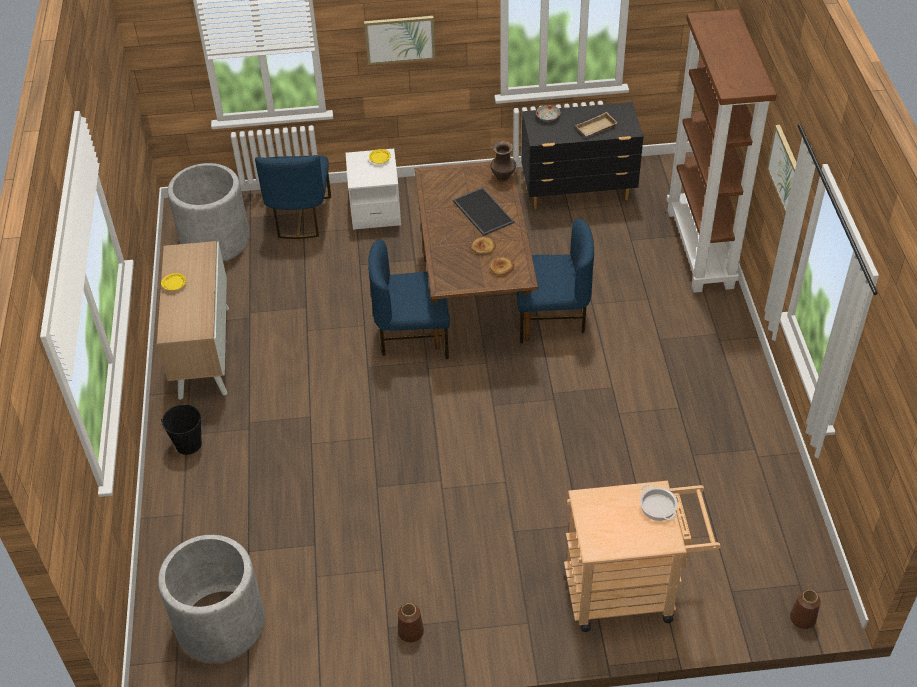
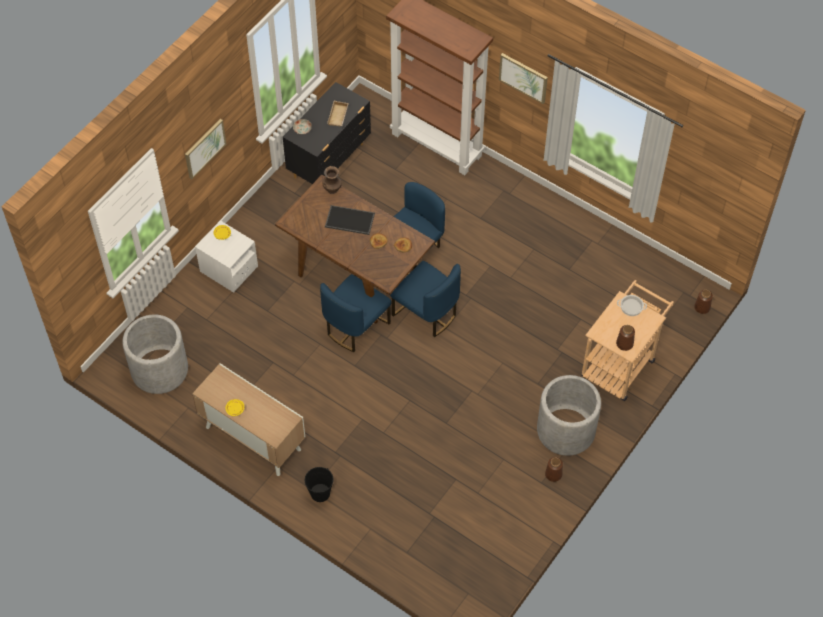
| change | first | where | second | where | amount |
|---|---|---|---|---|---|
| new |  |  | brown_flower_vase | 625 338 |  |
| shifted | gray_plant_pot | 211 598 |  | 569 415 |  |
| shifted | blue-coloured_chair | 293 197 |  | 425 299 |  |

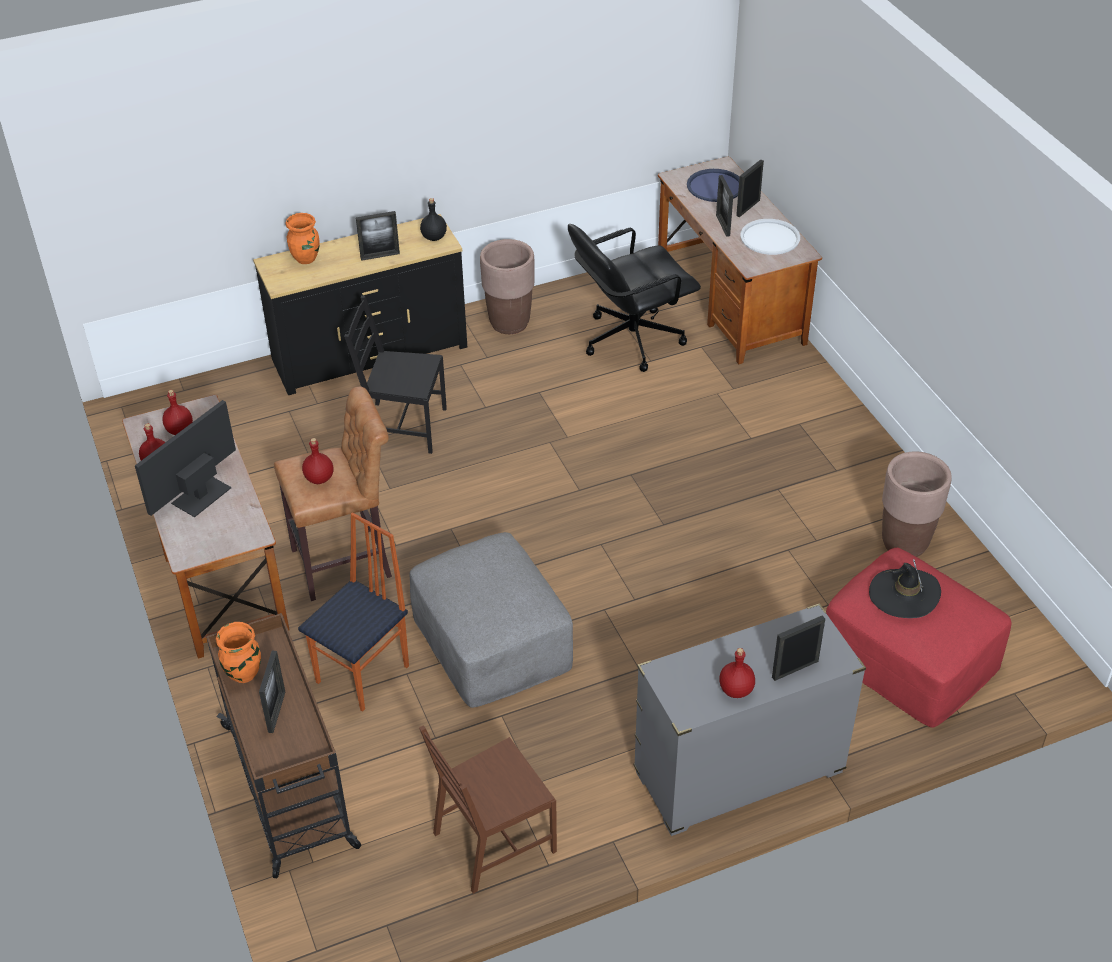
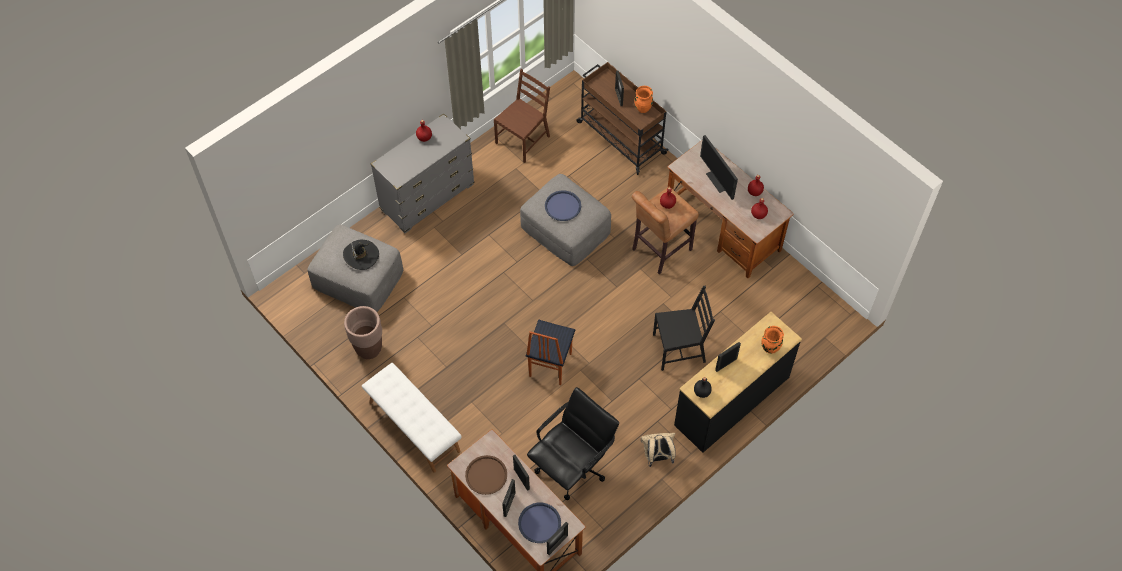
| change | first | where | second | where | amount |
|---|---|---|---|---|---|
| new |  |  | whitish_indoor_bench | 412 418 |  |
| new |  |  | blue-coloured_serving_tray | 563 205 |  |
| shifted | chair | 353 612 |  | 550 352 |  |
| shifted | standing_frame | 798 648 |  | 557 538 |  |
| swapped | brown_plant_pot | 507 286 | beige_rucksack | 658 450 |  |
| repainted | whitish_serving_tray | 770 237 | brown_serving_tray | 486 475 |  |
| repainted | red_ottoman | 919 638 | gray_ottoman | 355 268 |  |
| rotated | computer_display | 185 458 |  | 719 167 | 135 degrees clockwise |

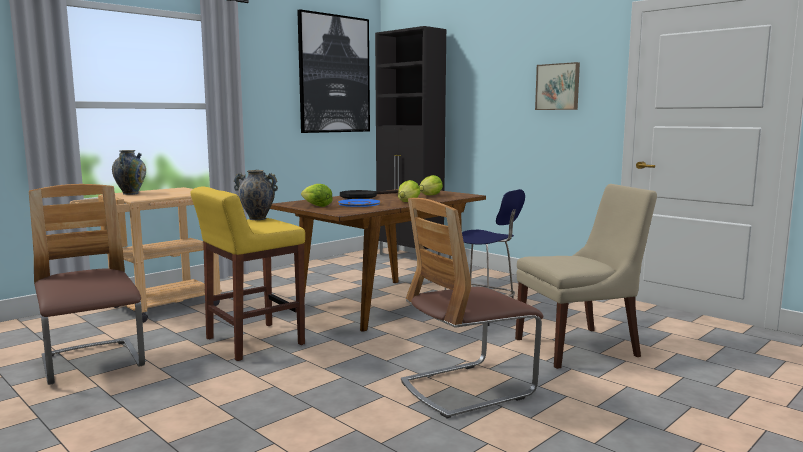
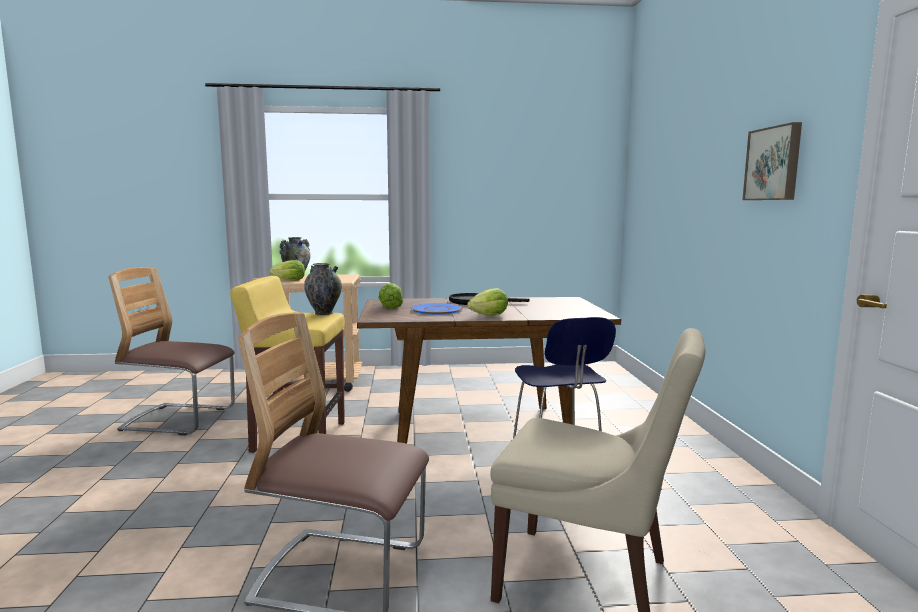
| change | first | where | second | where | amount |
|---|---|---|---|---|---|
| gone | picture | 333 71 |  |  |  |
| gone | blackish_storage_cabinet | 410 141 |  |  |  |
| shifted | lettuce | 431 185 |  | 287 270 |  |
| rotated | chair | 87 284 |  | 171 351 | 90 degrees counterclockwise |

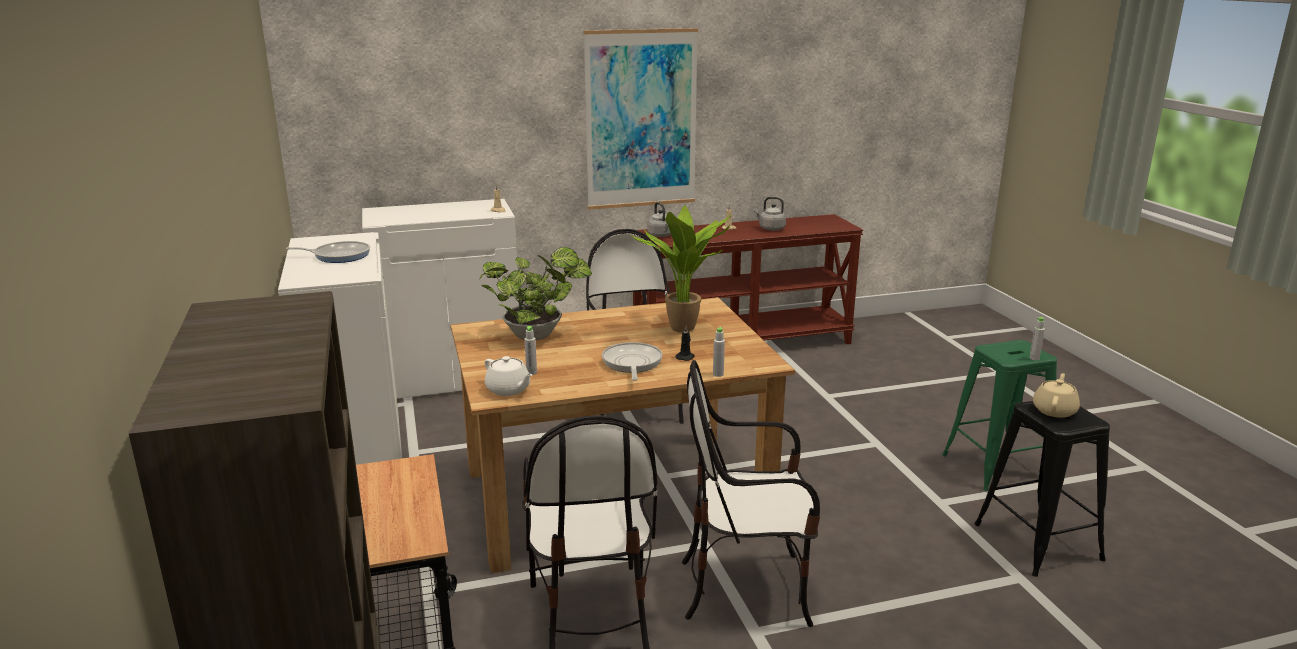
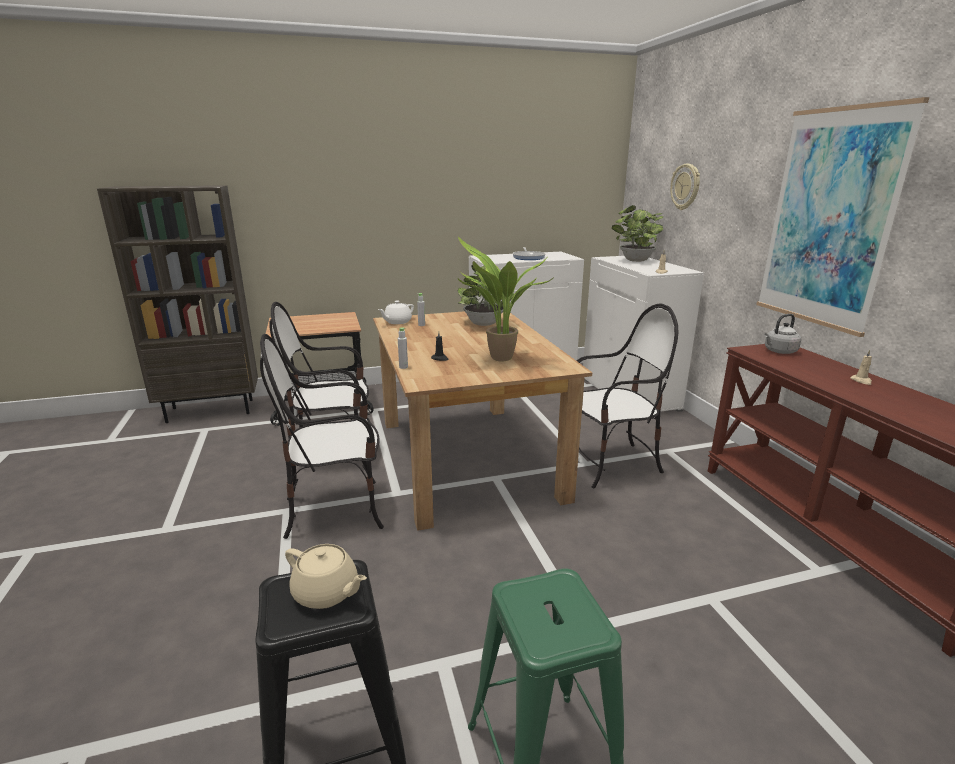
| change | first | where | second | where | amount |
|---|---|---|---|---|---|
| gone | frying_pan | 632 361 |  |  |  |
| gone | gray_water_kettle | 770 214 |  |  |  |
| gone | gray_bottle | 1037 338 |  |  |  |
| new |  |  | plant_in_a_pot | 637 233 |  |
| new |  |  | wall_clock | 685 187 |  |
| rotated | chair | 751 493 |  | 322 436 | 105 degrees counterclockwise |

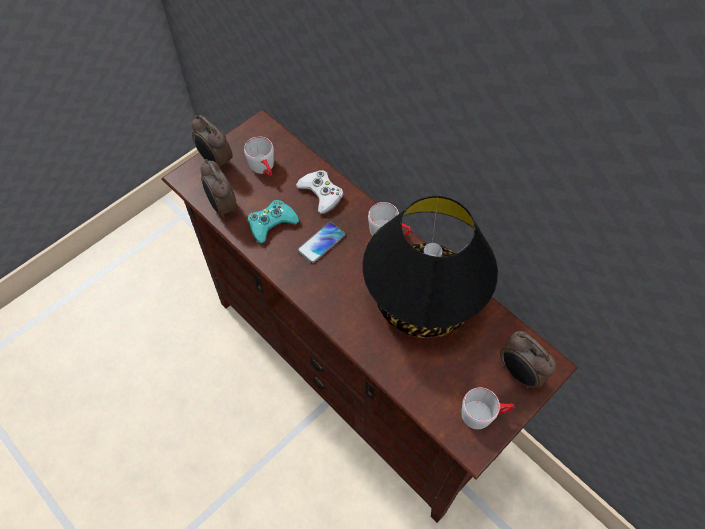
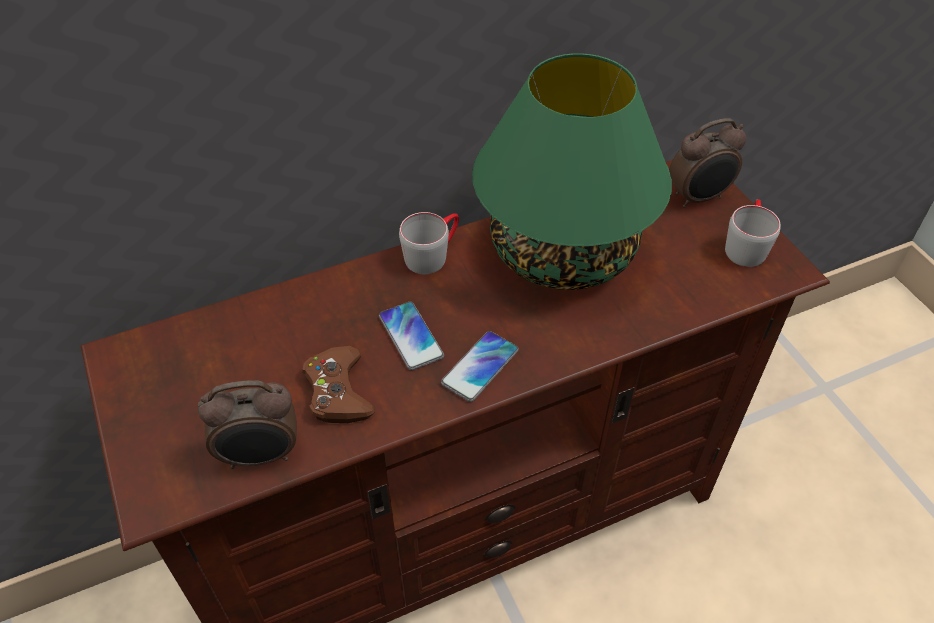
| change | first | where | second | where | amount |
|---|---|---|---|---|---|
| gone | bedside_clock | 212 141 |  |  |  |
| gone | gray_tea_mug | 259 156 |  |  |  |
| gone | whitish_game_controller | 319 192 |  |  |  |
| new |  |  | telephone | 480 366 |  |
| repainted | blue-green_game_controller | 273 221 | brown_game_controller | 338 384 |  |
| repainted | blackish_lamp_for_a_table | 430 267 | greenish_lamp_for_a_table | 572 171 |  |

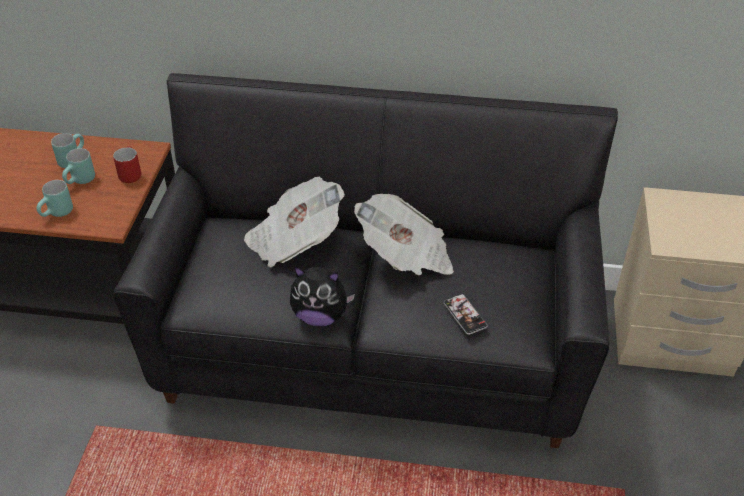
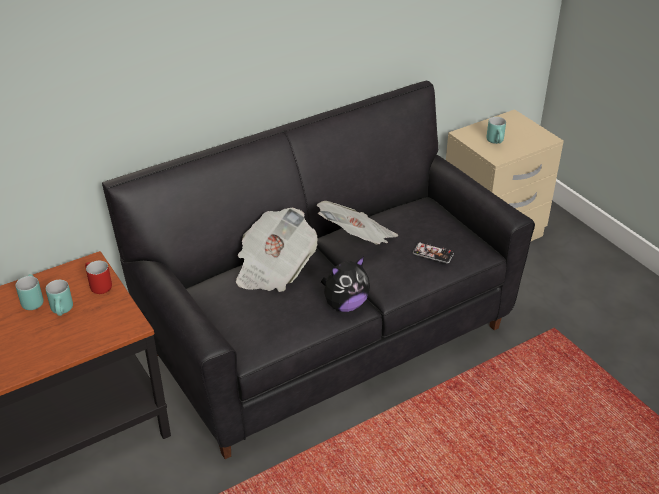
| change | first | where | second | where | amount |
|---|---|---|---|---|---|
| shifted | blue-green_tea_mug | 55 198 |  | 496 130 |  |

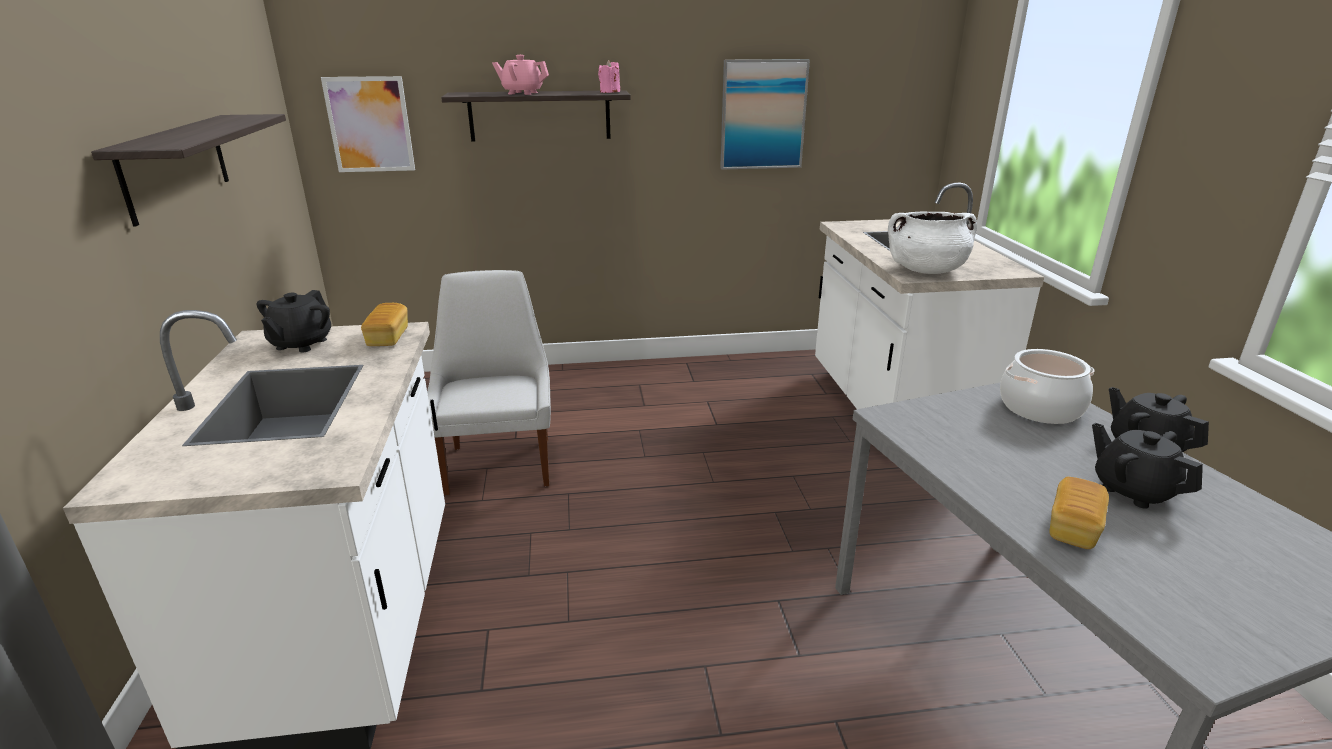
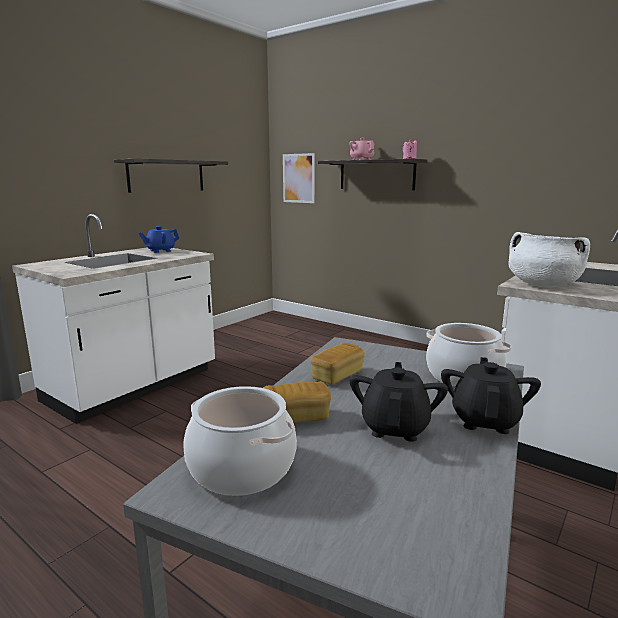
| change | first | where | second | where | amount |
|---|---|---|---|---|---|
| gone | whitish_chair | 489 382 |  |  |  |
| gone | picture | 765 114 |  |  |  |
| new |  |  | cooking_pot | 240 441 |  |
| shifted | bakery_bread | 384 324 |  | 338 364 |  |
| repainted | blackish_pot_for_tea | 294 321 | blue-coloured_pot_for_tea | 159 239 |  |

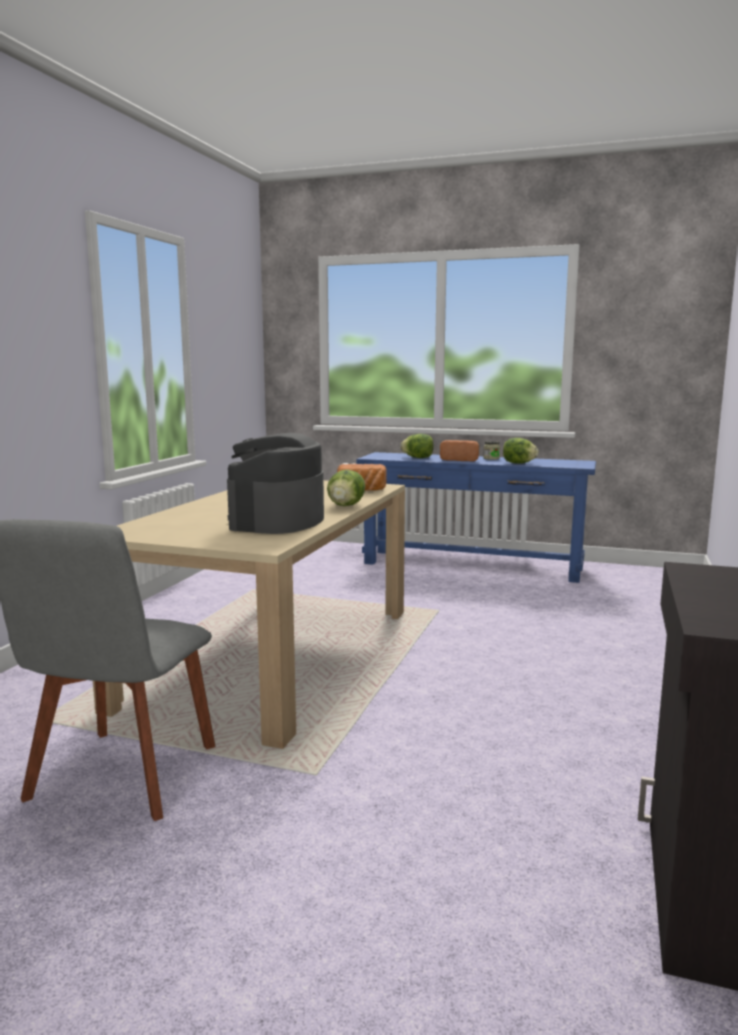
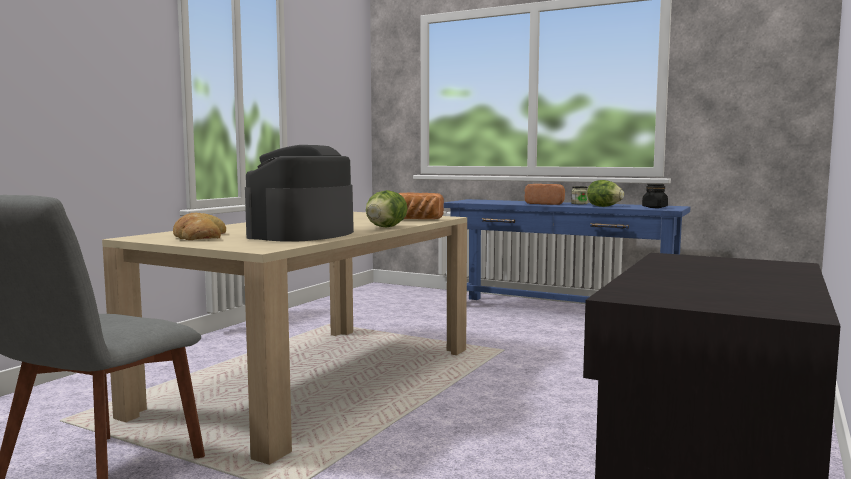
| change | first | where | second | where | amount |
|---|---|---|---|---|---|
| gone | lettuce | 417 446 |  |  |  |
| new |  |  | bakery_bread | 199 226 |  |
| new |  |  | blackish_preserve_jar | 655 196 |  |

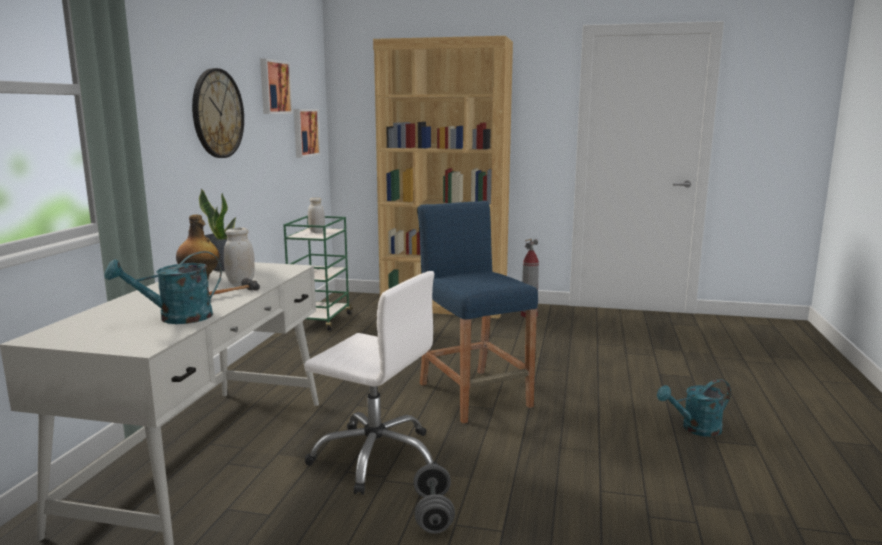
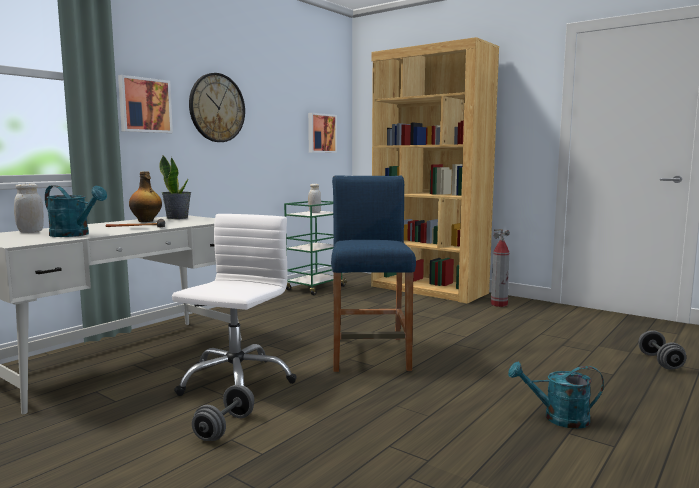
| change | first | where | second | where | amount |
|---|---|---|---|---|---|
| new |  |  | gray_free_weight | 662 350 |  |
| shifted | whitish_preserve_jar | 239 255 |  | 29 208 |  |
| shifted | picture | 276 86 |  | 145 104 |  |
| rotated | blue-green_watering_pot | 163 287 |  | 76 211 | 150 degrees counterclockwise |
| rotated | whitish_desk_chair | 371 383 |  | 234 305 | 120 degrees counterclockwise |

